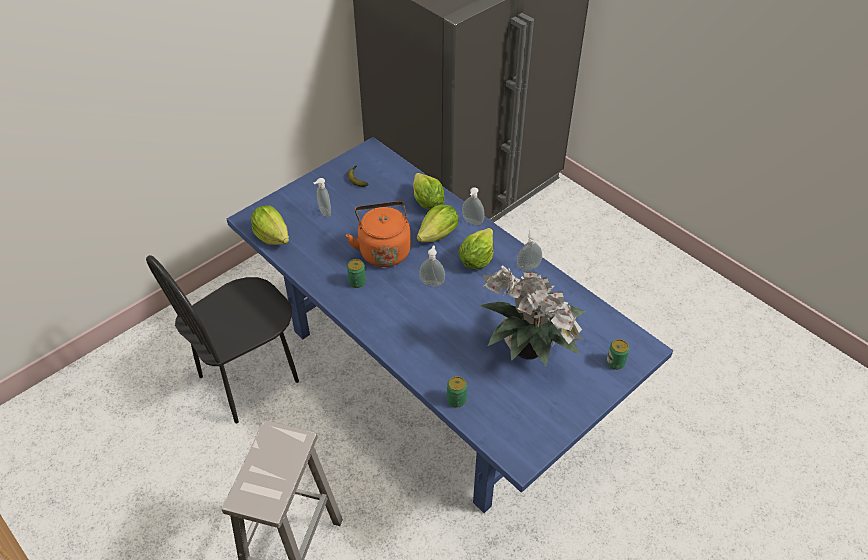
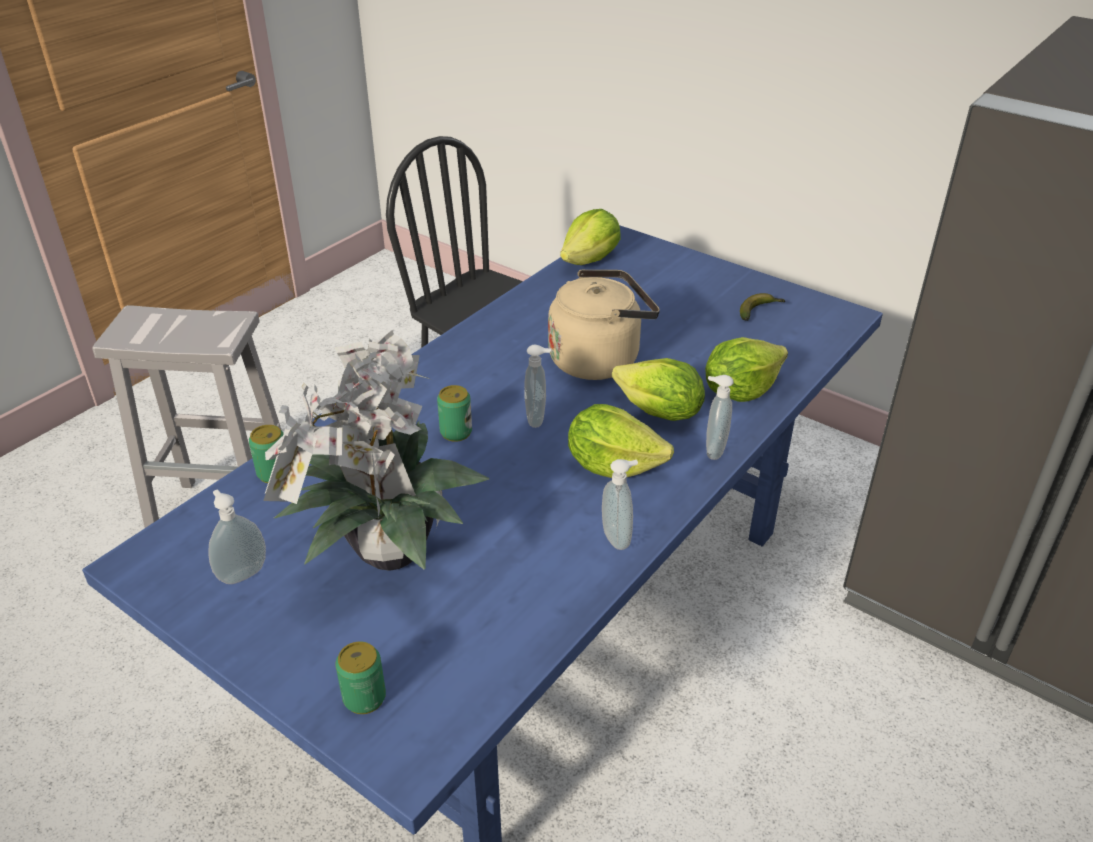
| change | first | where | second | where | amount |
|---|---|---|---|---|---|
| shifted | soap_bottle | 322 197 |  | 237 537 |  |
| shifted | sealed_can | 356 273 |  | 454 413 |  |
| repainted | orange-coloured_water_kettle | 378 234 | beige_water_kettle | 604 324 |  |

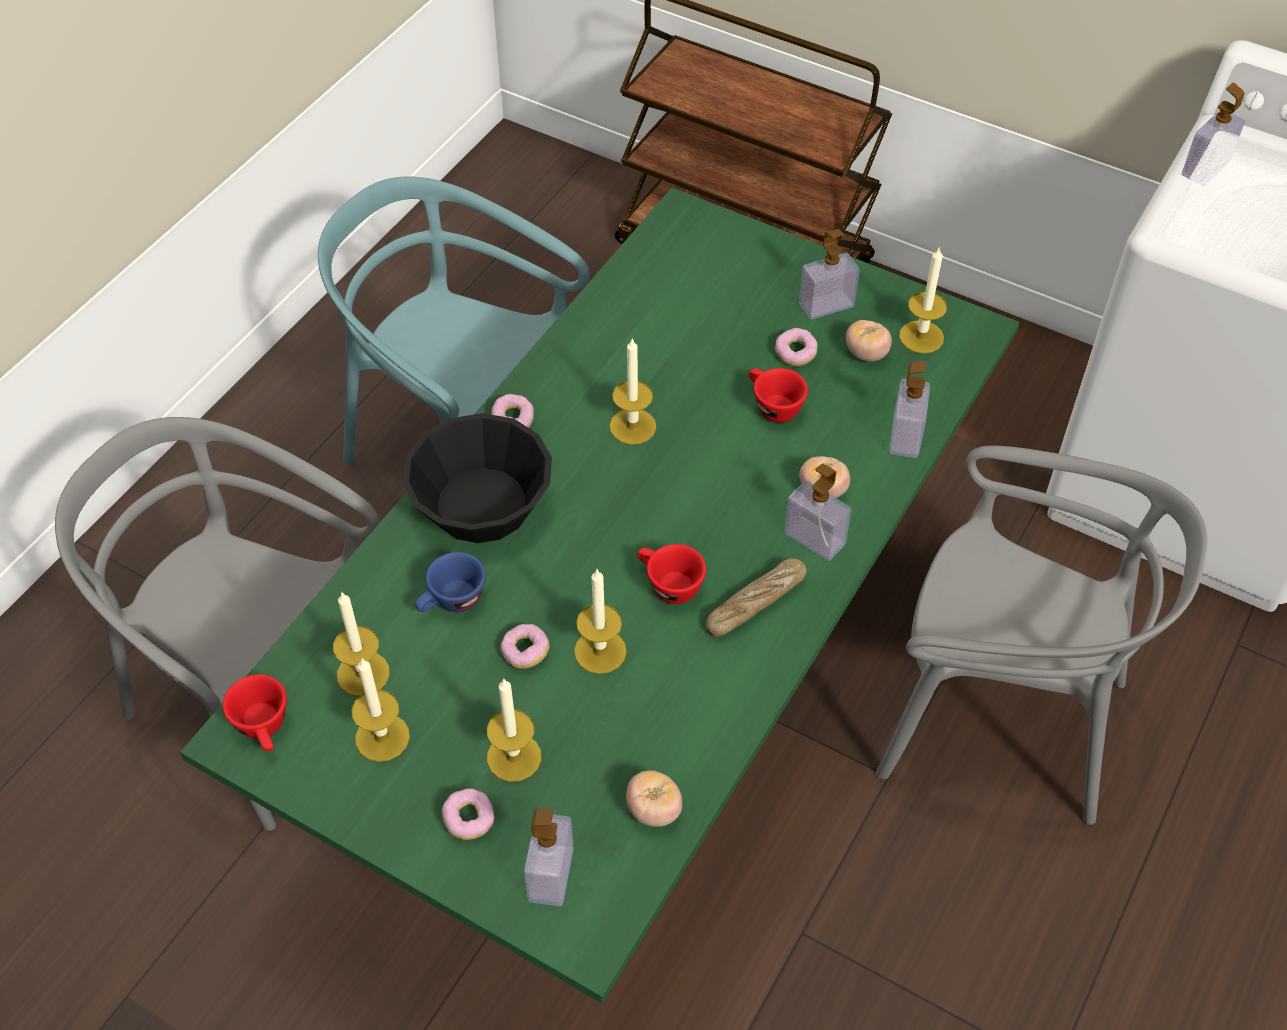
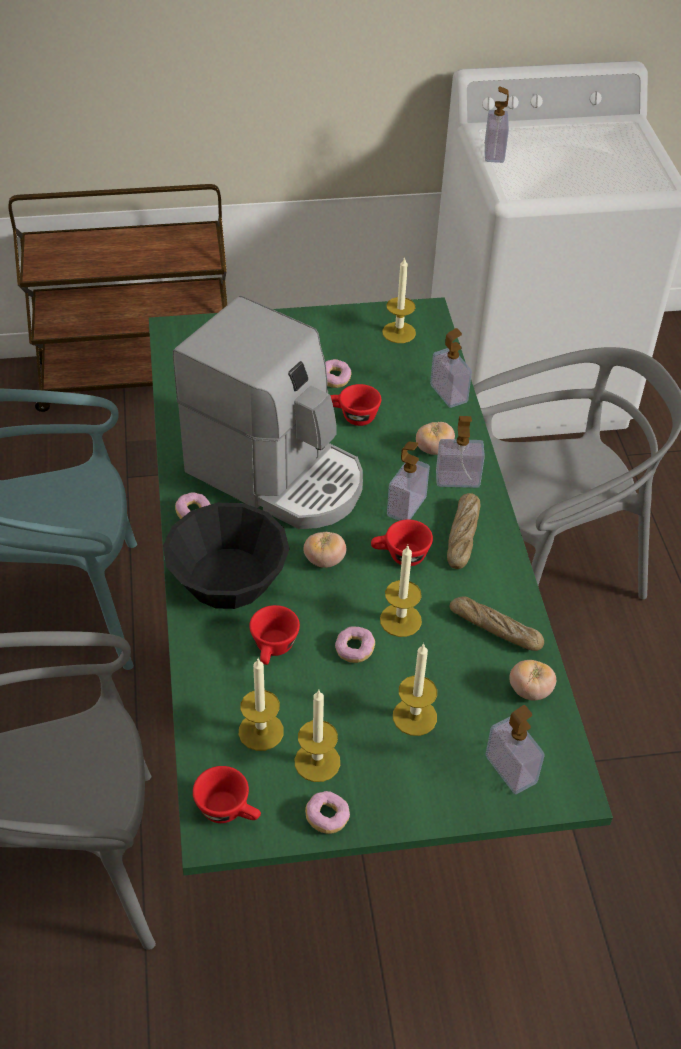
| change | first | where | second | where | amount |
|---|---|---|---|---|---|
| new |  |  | bakery_bread | 497 623 |  |
| shifted | donut | 468 814 |  | 327 812 |  |
| shifted | soap_bottle | 829 274 |  | 408 481 |  |
| shifted | whole_tomato | 869 340 |  | 325 550 |  |
| swapped | wax_candle | 632 391 | coffee_machine | 268 412 |  |
| repainted | blue-coloured_cup | 450 582 | red_cup | 274 635 |  |

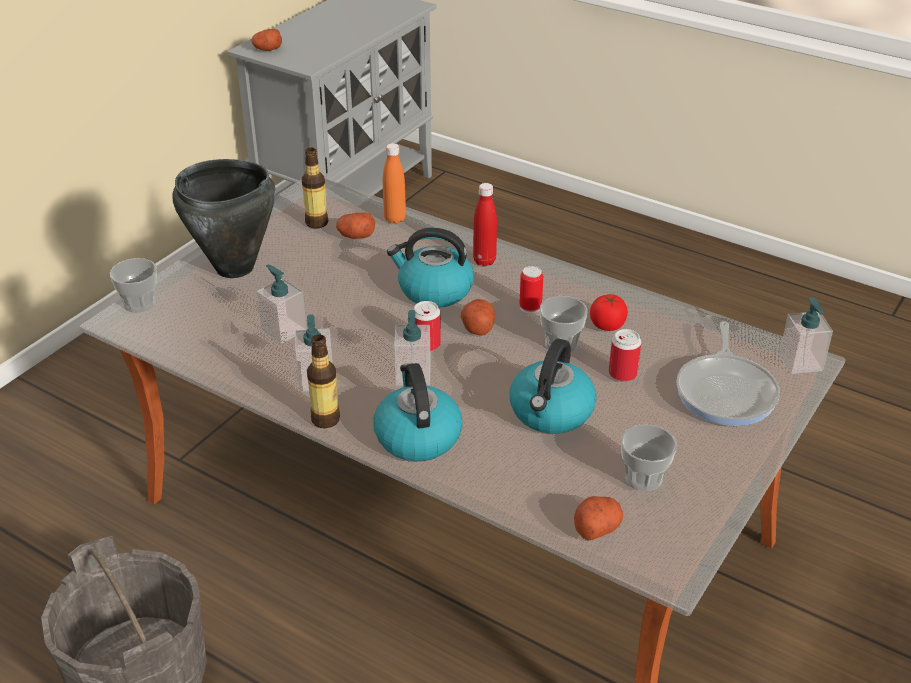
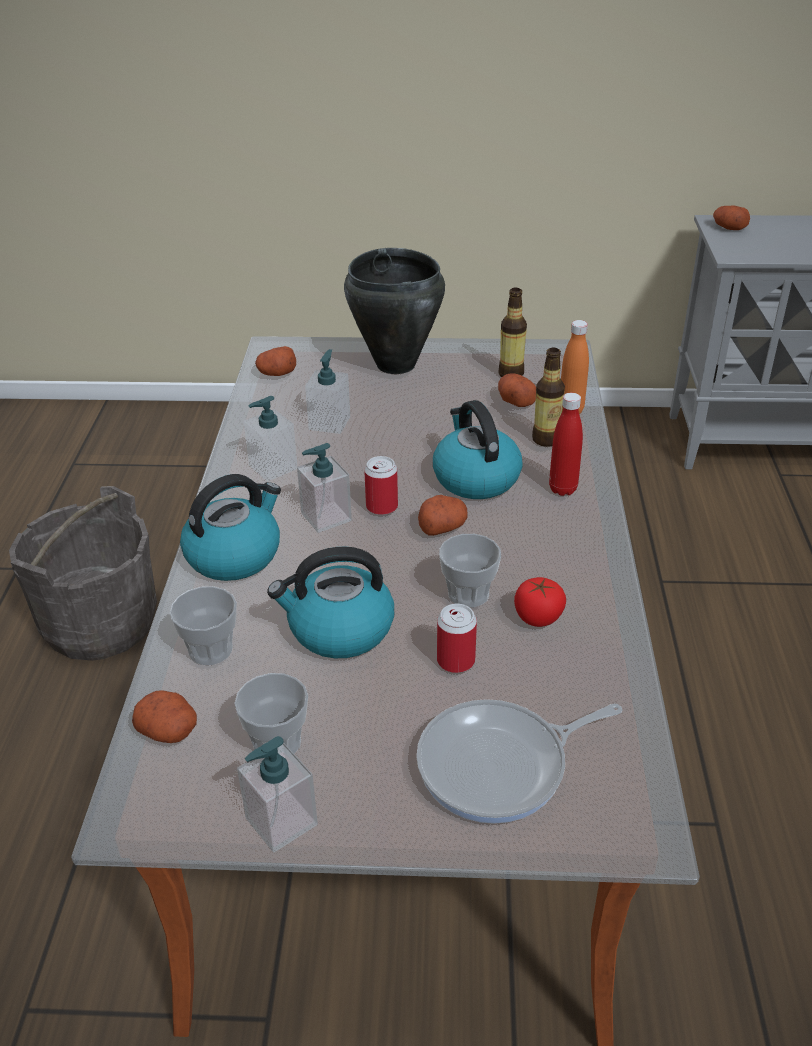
| change | first | where | second | where | amount |
|---|---|---|---|---|---|
| gone | sealed_can | 531 290 |  |  |  |
| new |  |  | whole_potato | 275 361 |  |
| shifted | cup | 133 285 |  | 203 625 |  |
| shifted | bottle | 323 381 |  | 548 397 |  |
| shifted | soap_bottle | 806 335 |  | 277 794 |  |

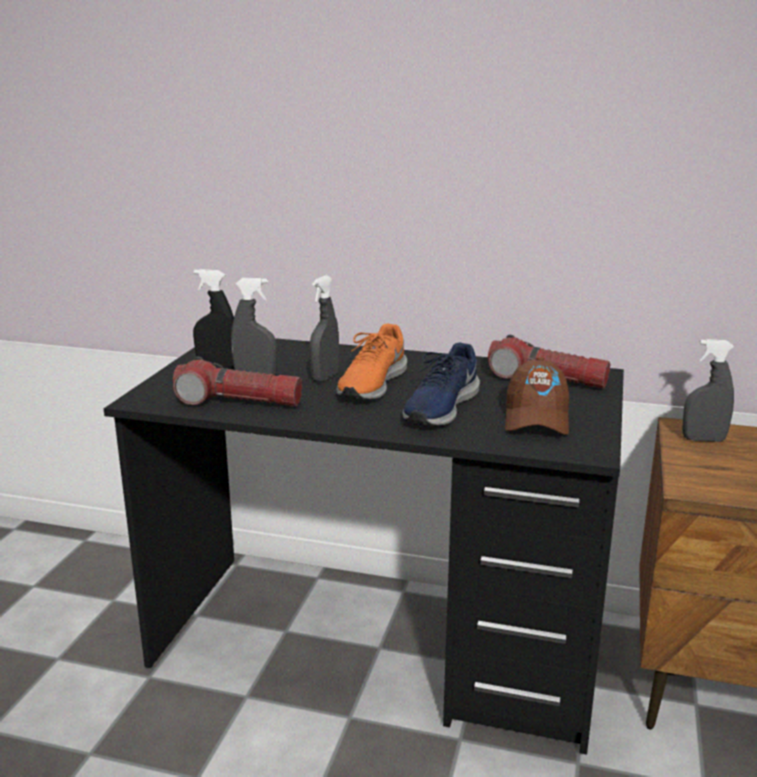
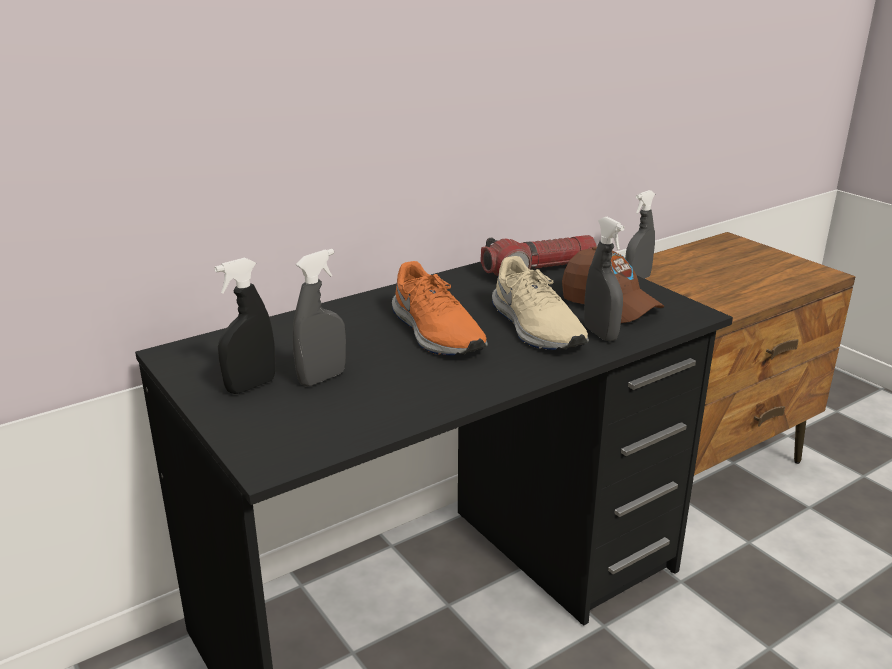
| change | first | where | second | where | amount |
|---|---|---|---|---|---|
| gone | torch | 237 381 |  |  |  |
| shifted | gray_sprayer | 324 329 |  | 604 279 |  |
| repainted | blue-coloured_shoe | 441 384 | beige_shoe | 540 303 |  |

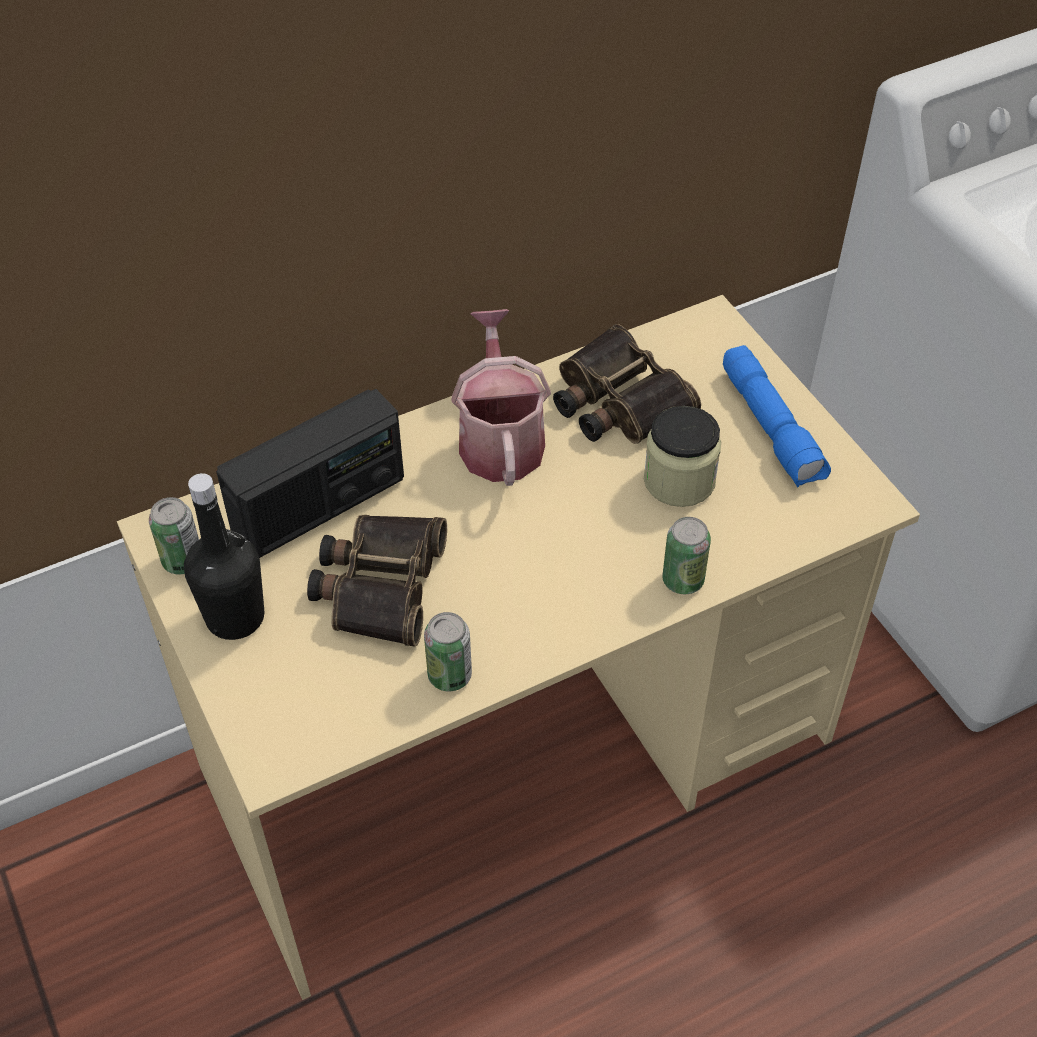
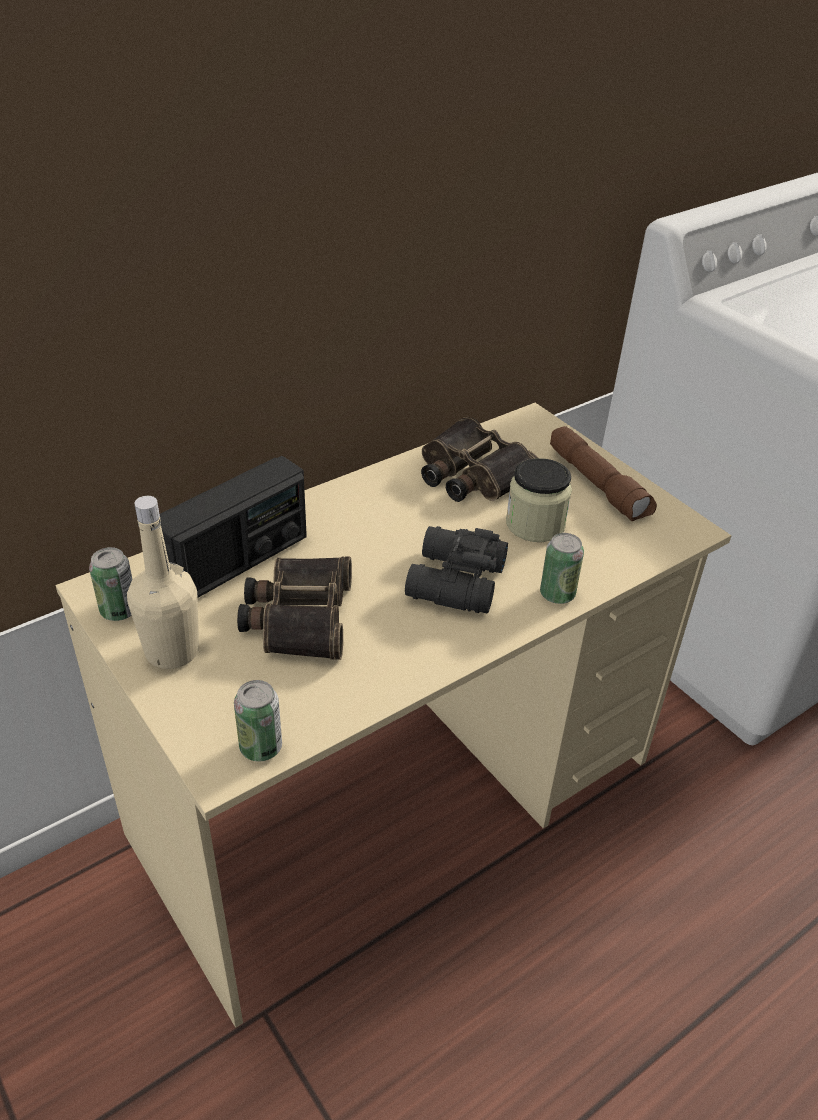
| change | first | where | second | where | amount |
|---|---|---|---|---|---|
| gone | watering_pot | 501 397 |  |  |  |
| new |  |  | blackish_binoculars | 456 570 |  |
| shifted | sealed_can | 448 651 |  | 258 721 |  |
| repainted | blackish_bottle | 224 556 | beige_bottle | 163 582 |  |
| repainted | blue-coloured_torch | 777 416 | brown_torch | 603 473 |  |

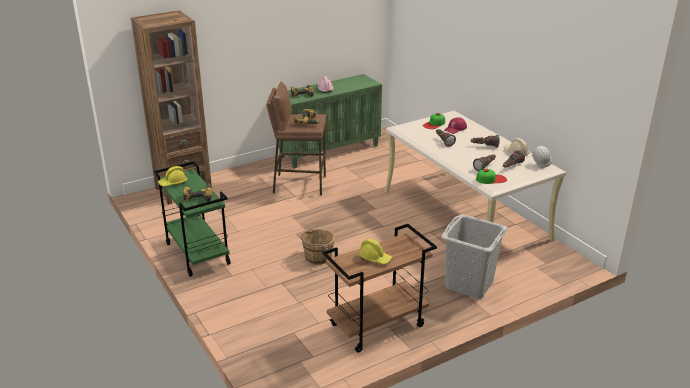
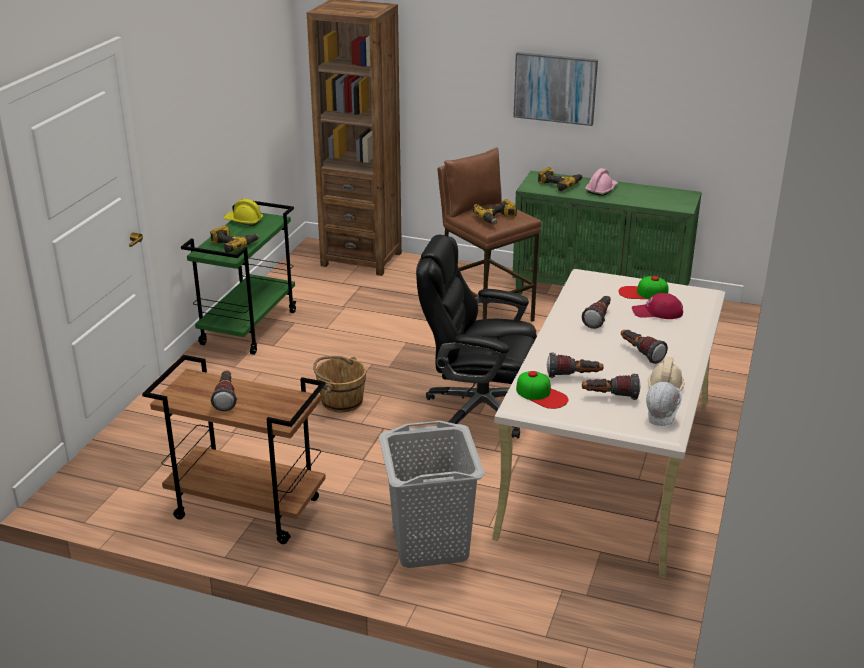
| change | first | where | second | where | amount |
|---|---|---|---|---|---|
| new |  |  | blackish_desk_chair | 476 336 |  |
| new |  |  | picture | 555 89 |  |
| swapped | yellow-coloured_hard_hat | 375 251 | torch | 223 391 |  |

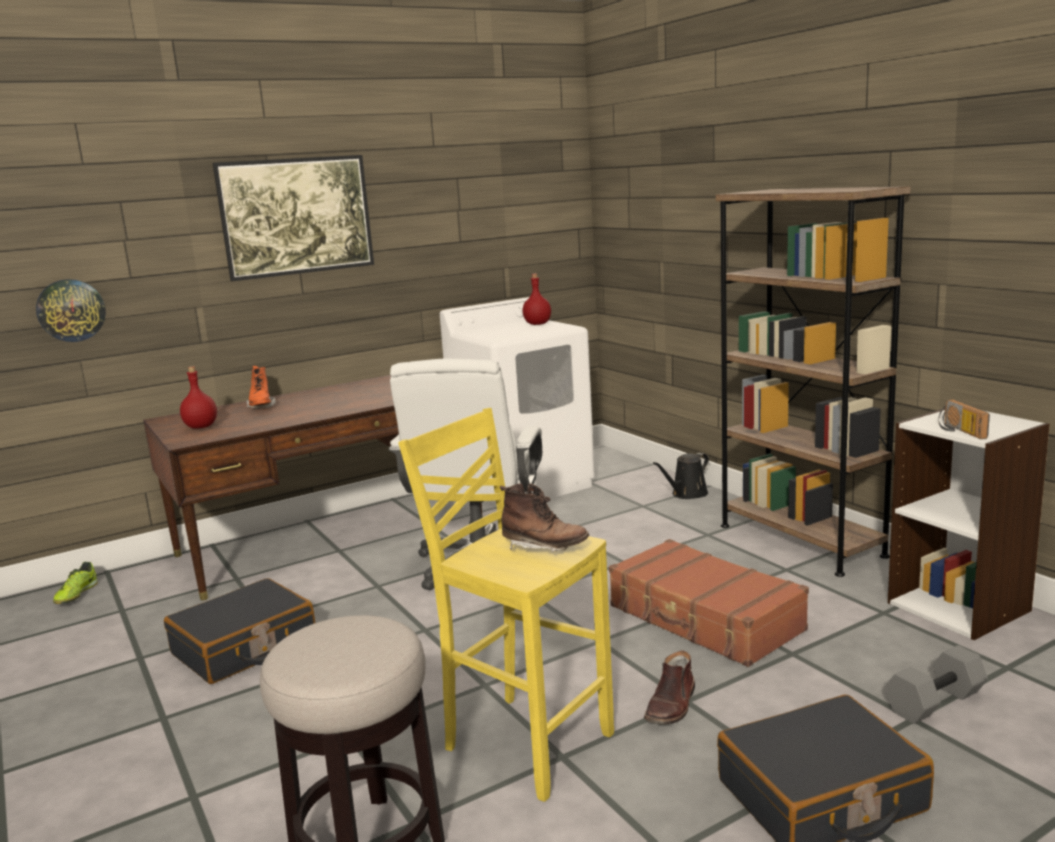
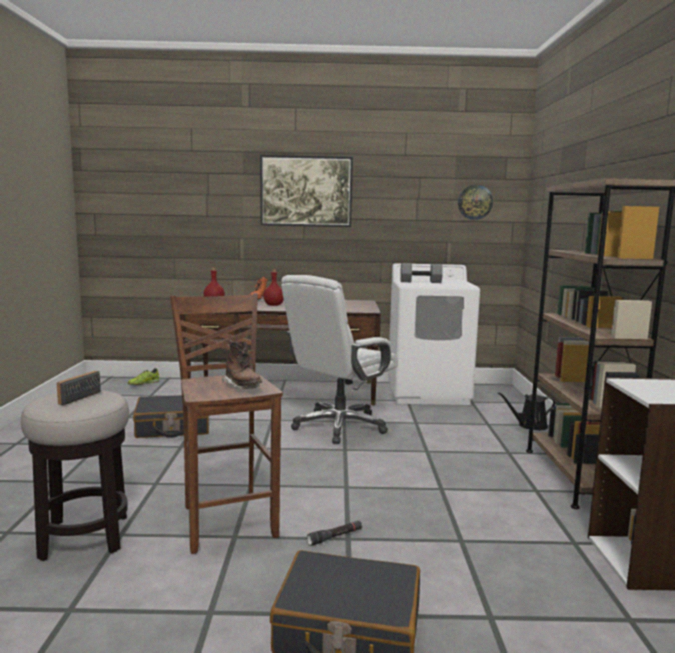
| change | first | where | second | where | amount |
|---|---|---|---|---|---|
| gone | brown_travel_case | 709 603 |  |  |  |
| shifted | wall_clock | 71 310 |  | 475 202 |  |
| shifted | red_bottle | 536 299 |  | 274 287 |  |
| shifted | gray_free_weight | 936 684 |  | 421 273 |  |
| shifted | radio_set | 964 419 |  | 79 388 |  |
| swapped | brown_high-top_boot | 669 687 | blackish_torch | 334 533 |  |
| repainted | yellow-coloured_sitting_stool | 506 605 | brown_sitting_stool | 226 423 |  |

